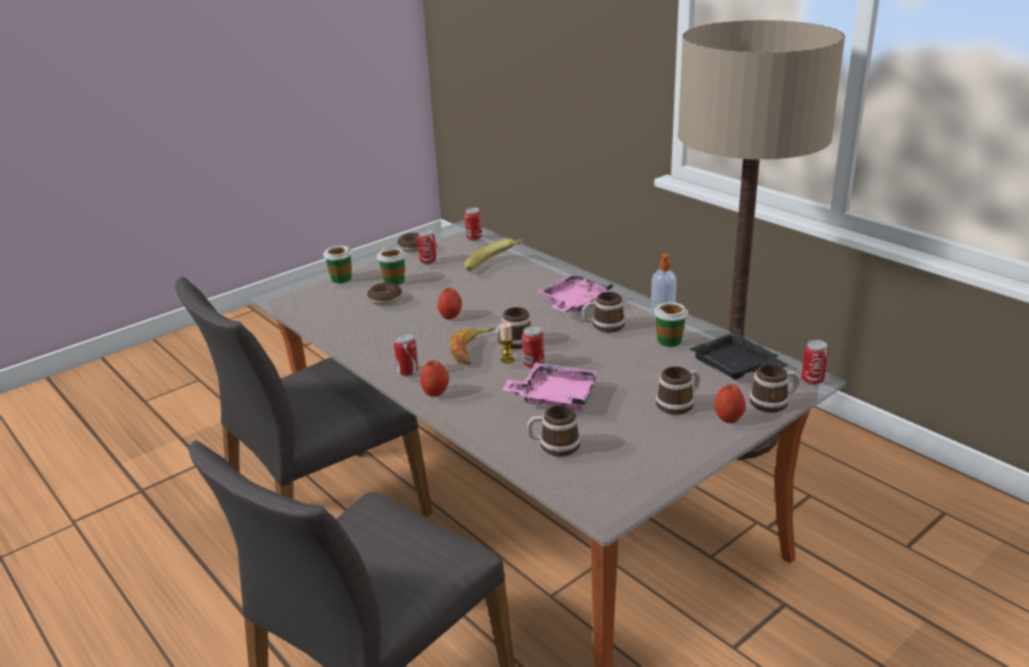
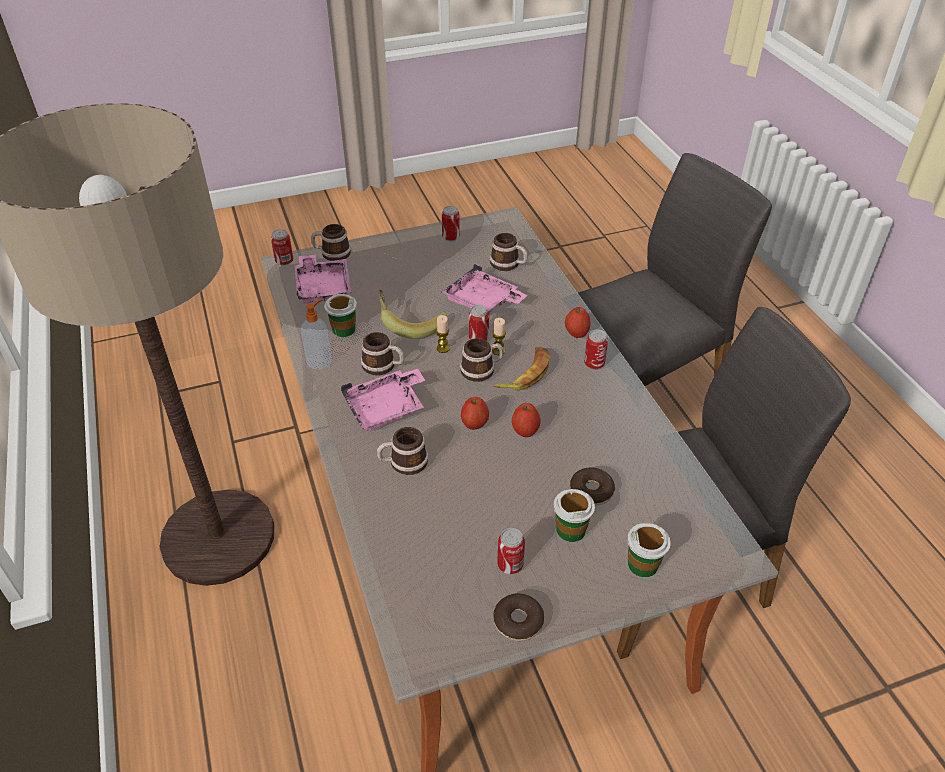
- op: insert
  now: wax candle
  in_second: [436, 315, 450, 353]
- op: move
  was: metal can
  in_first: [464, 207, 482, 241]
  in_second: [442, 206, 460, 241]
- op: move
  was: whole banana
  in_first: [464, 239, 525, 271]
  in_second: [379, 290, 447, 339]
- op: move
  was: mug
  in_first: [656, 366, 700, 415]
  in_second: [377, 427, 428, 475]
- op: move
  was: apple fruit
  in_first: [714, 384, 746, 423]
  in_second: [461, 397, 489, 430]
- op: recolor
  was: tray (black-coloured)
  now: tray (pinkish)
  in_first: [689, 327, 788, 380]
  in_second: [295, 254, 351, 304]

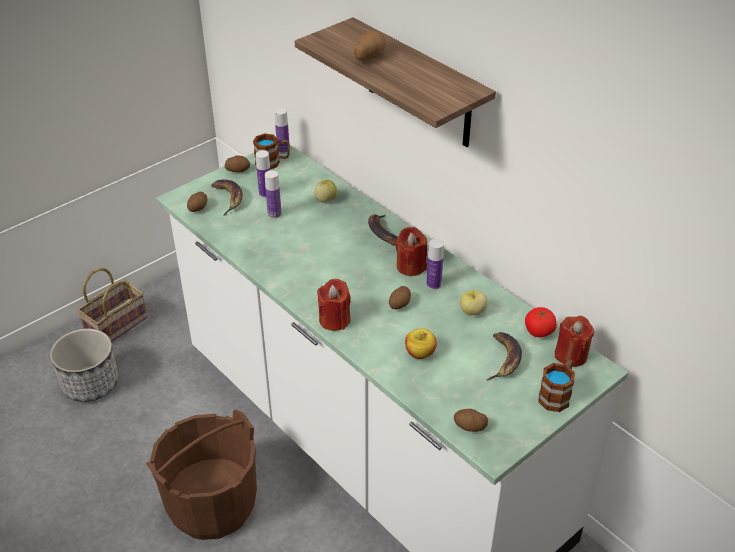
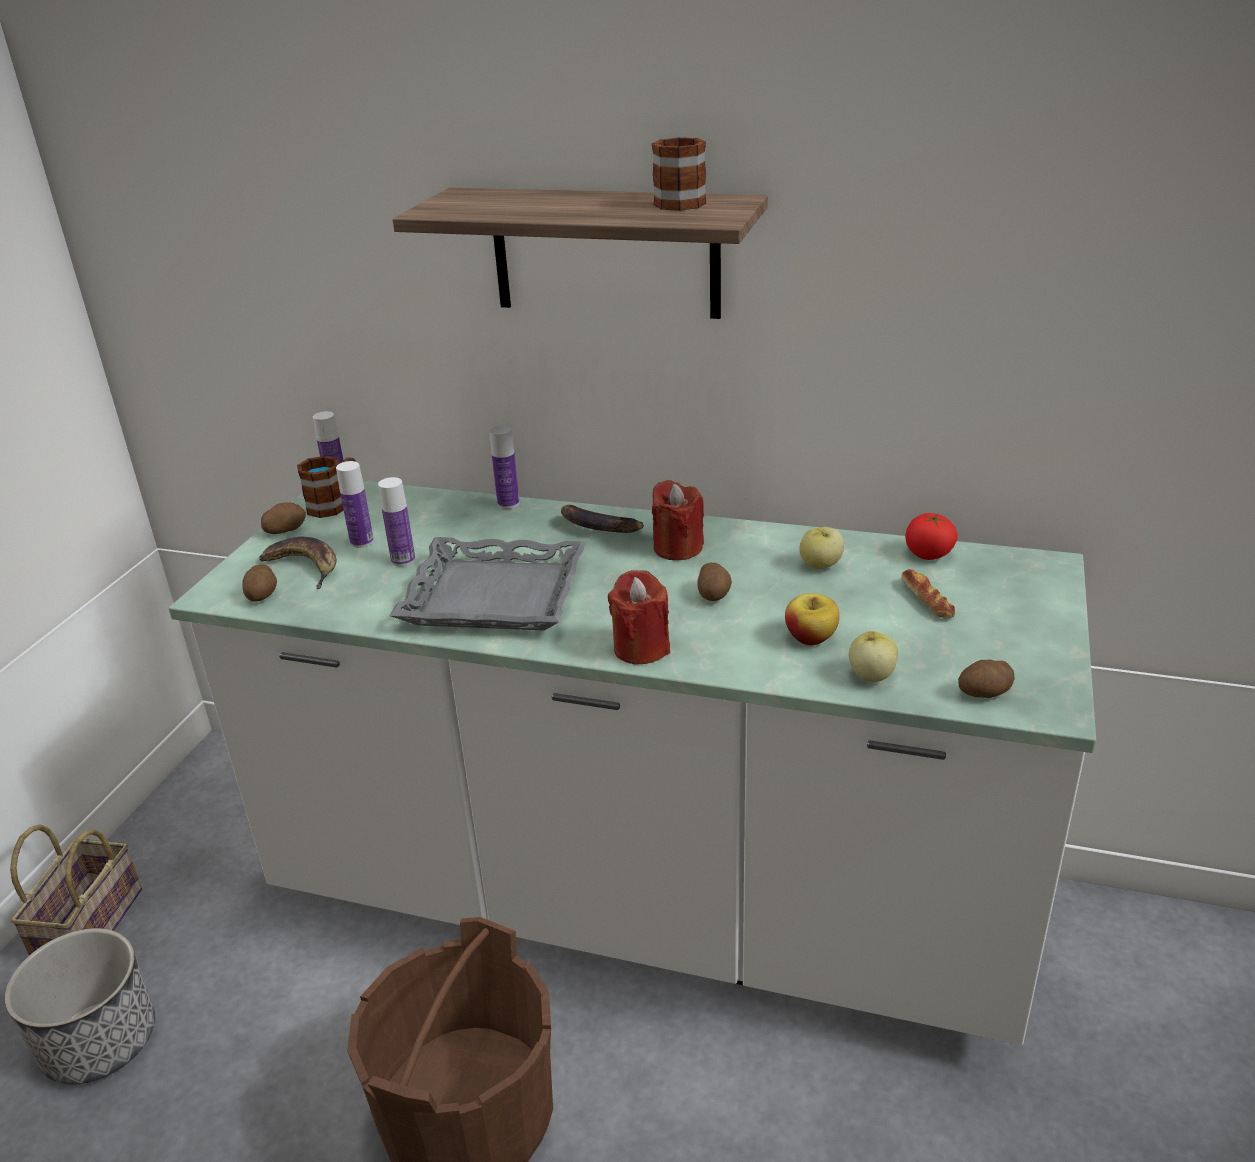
- op: delete
  was: whole potato
  in_first: [354, 31, 386, 61]
- op: delete
  was: wax candle (reddish)
  in_first: [555, 316, 594, 367]
- op: insert
  now: tray (gray)
  in_second: [389, 537, 586, 630]
- op: move
  was: apple fruit
  in_first: [314, 180, 337, 203]
  in_second: [849, 631, 898, 682]
- op: move
  was: beverage bottle
  in_first: [426, 239, 444, 290]
  in_second: [490, 425, 520, 509]
- op: move
  was: mug
  in_first: [538, 359, 575, 412]
  in_second: [652, 137, 706, 211]
- op: replace
  was: whole banana
  now: baked bread
  in_first: [486, 332, 522, 381]
  in_second: [901, 569, 955, 619]

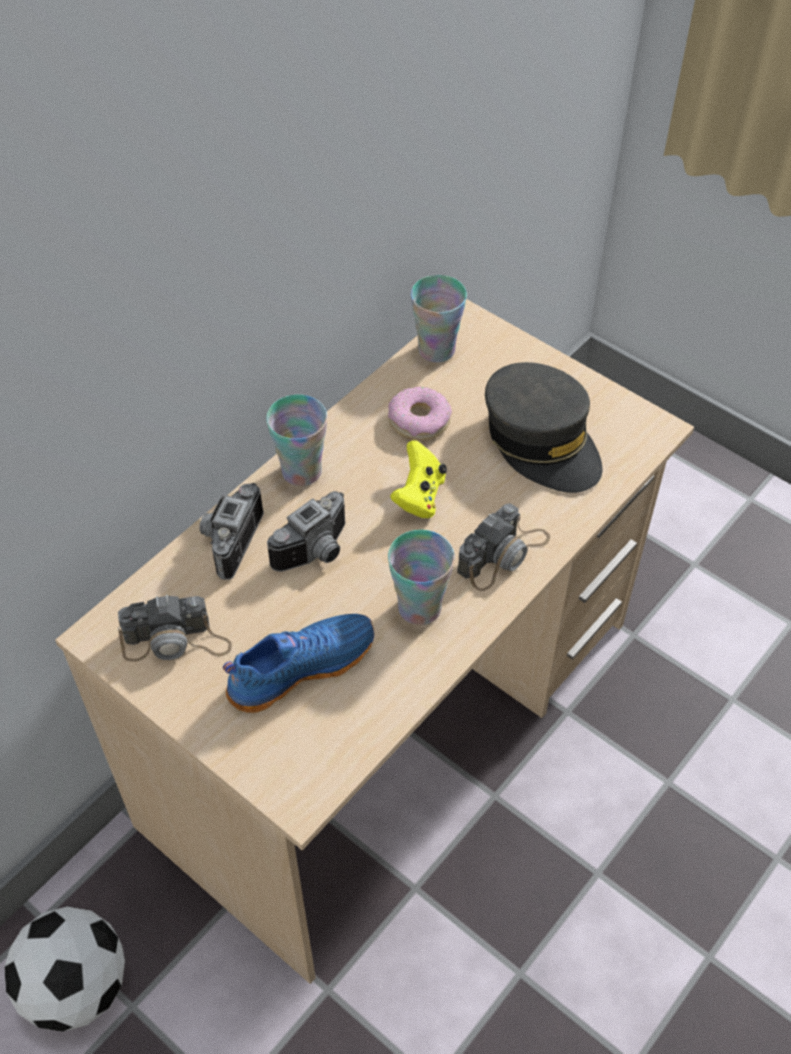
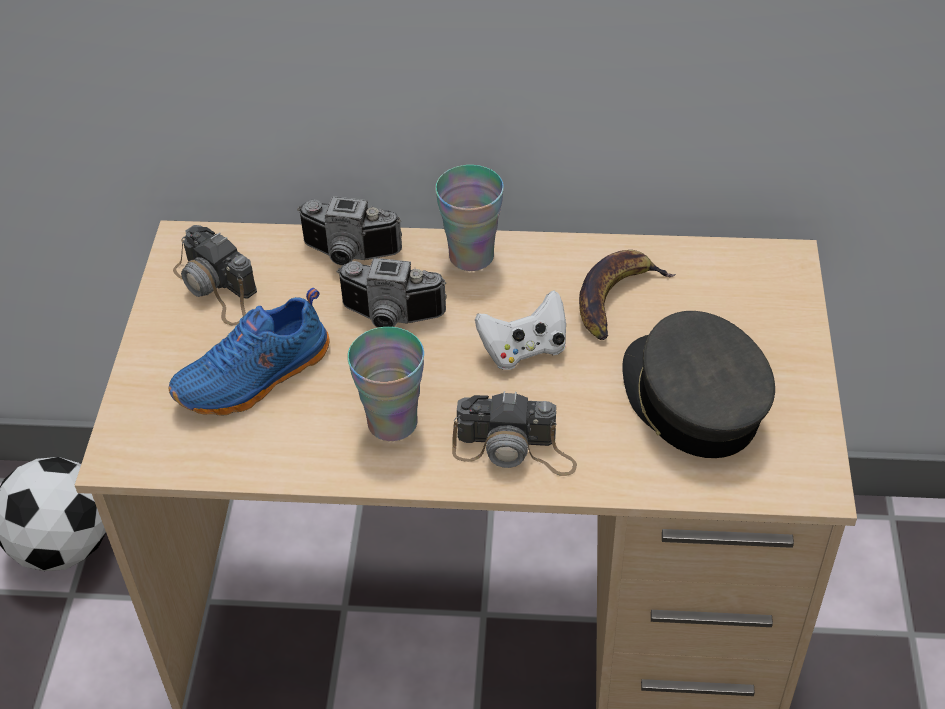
- op: delete
  was: cup
  in_first: [411, 275, 467, 363]
- op: replace
  was: donut
  now: whole banana
  in_first: [388, 387, 452, 441]
  in_second: [579, 250, 676, 340]
- op: recolor
  was: gamepad (yellow)
  now: gamepad (whitish)
  in_first: [390, 440, 447, 519]
  in_second: [475, 290, 566, 370]
- op: rotate
  was: photo camera
  in_first: [200, 483, 264, 580]
  in_second: [297, 196, 402, 266]
  clockwise: -150
- op: rotate
  was: low shoe (bluish)
  in_first: [223, 614, 374, 713]
  in_second: [169, 288, 330, 416]
  clockwise: 120
- op: rotate
  was: baseball cap (gray)
  in_first: [485, 362, 602, 493]
  in_second: [622, 311, 775, 458]
  clockwise: 135

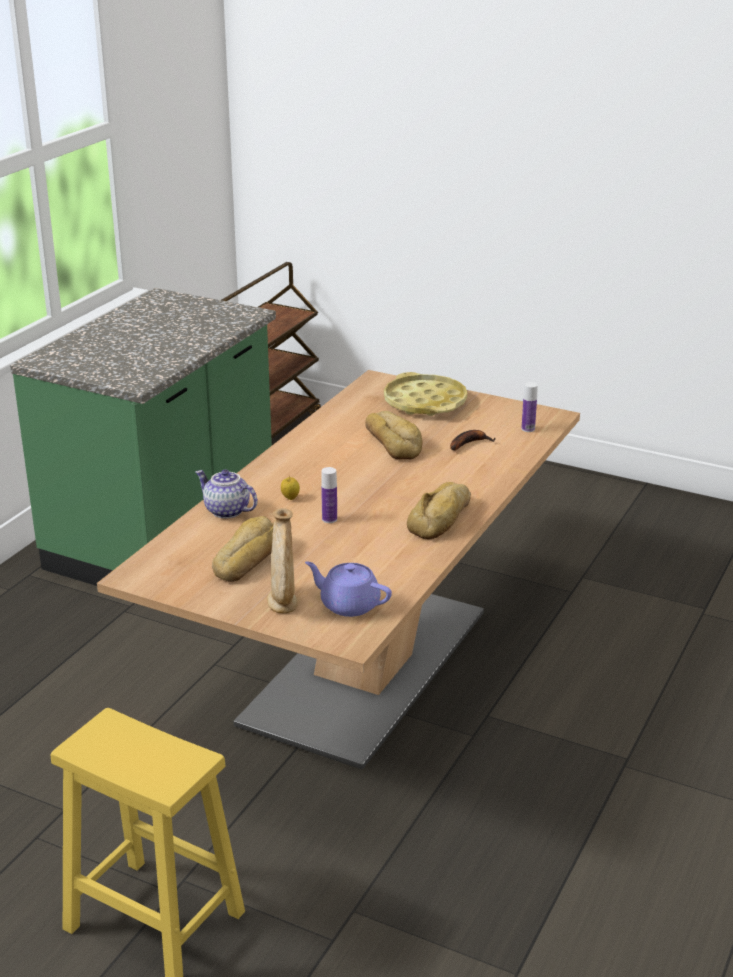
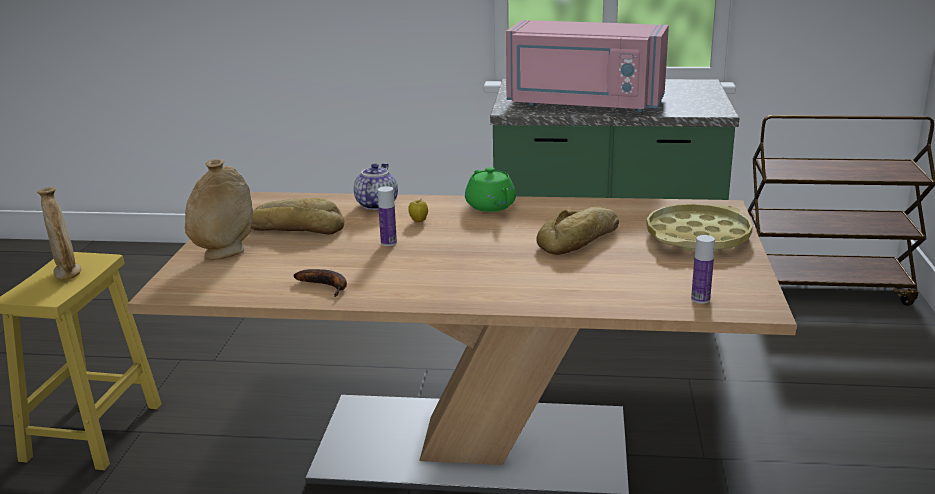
- op: delete
  was: pot for tea (purple)
  in_first: [305, 561, 392, 617]
- op: delete
  was: baked bread
  in_first: [407, 482, 471, 539]
- op: insert
  now: flower vase (beige-coloured)
  in_second: [37, 187, 81, 280]
- op: insert
  now: pot for tea (green)
  in_second: [465, 167, 516, 212]
- op: insert
  now: kitchen microwave (pinkish)
  in_second: [506, 20, 669, 112]
- op: move
  was: whole banana
  in_first: [450, 430, 496, 451]
  in_second: [294, 269, 347, 297]

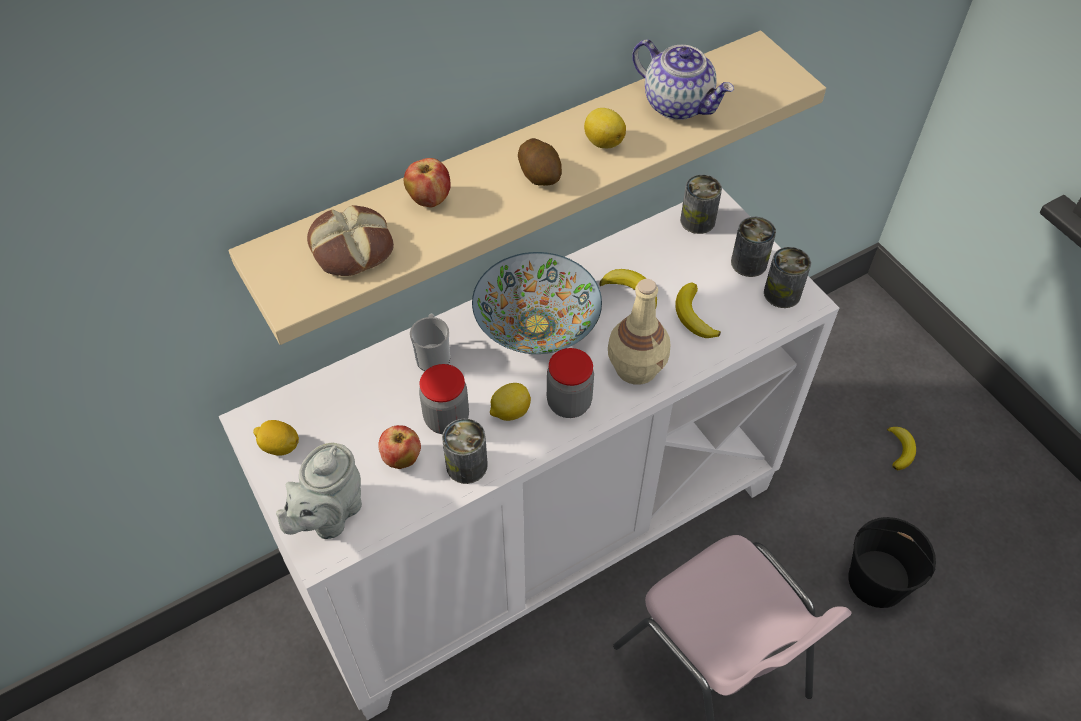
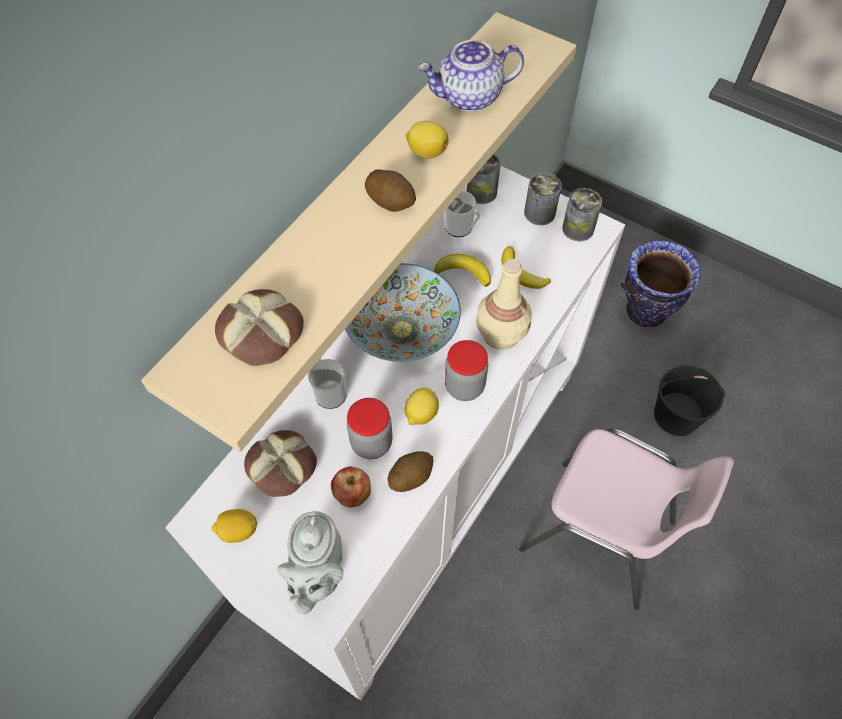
- op: delete
  was: apple fruit
  in_first: [404, 158, 451, 208]
- op: insert
  now: baked bread
  in_second: [244, 430, 317, 497]
- op: insert
  now: mug
  in_second: [445, 191, 480, 237]
- op: replace
  was: metal can
  now: whole potato
  in_first: [442, 419, 488, 484]
  in_second: [387, 451, 433, 492]
- op: replace
  was: whole banana
  now: flower vase
  in_first: [887, 427, 916, 470]
  in_second: [621, 240, 701, 328]
- op: rotate
  was: pot for tea
  in_first: [632, 39, 734, 120]
  in_second: [418, 40, 524, 112]
  clockwise: 150

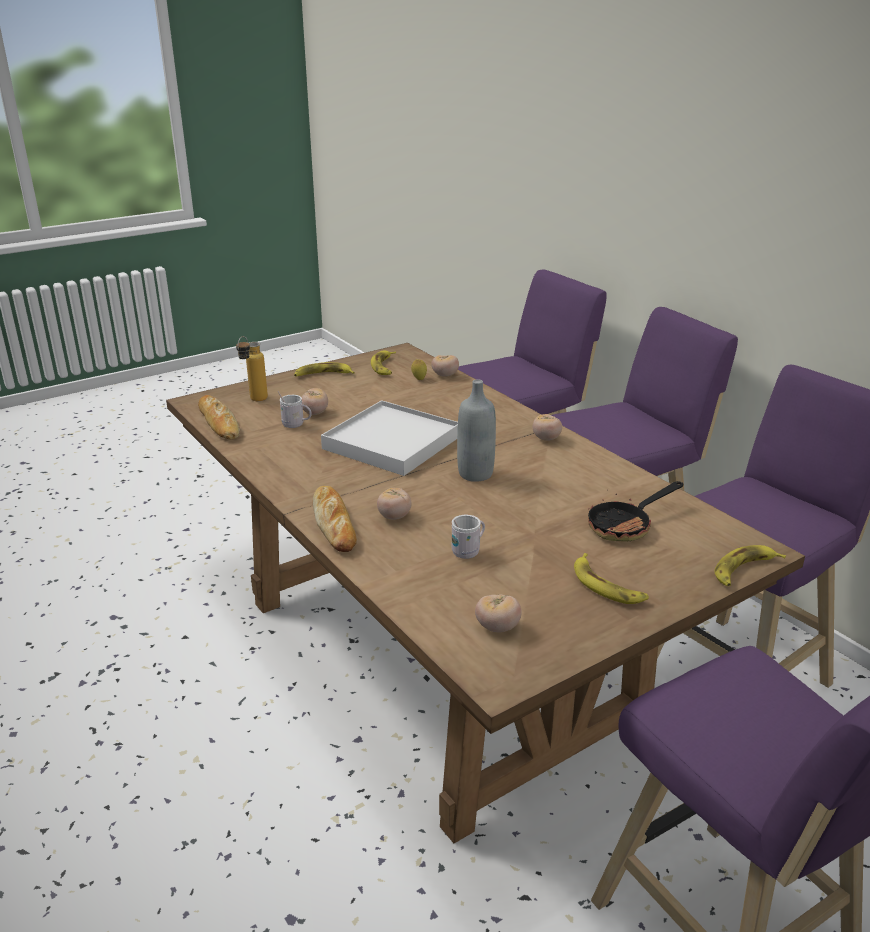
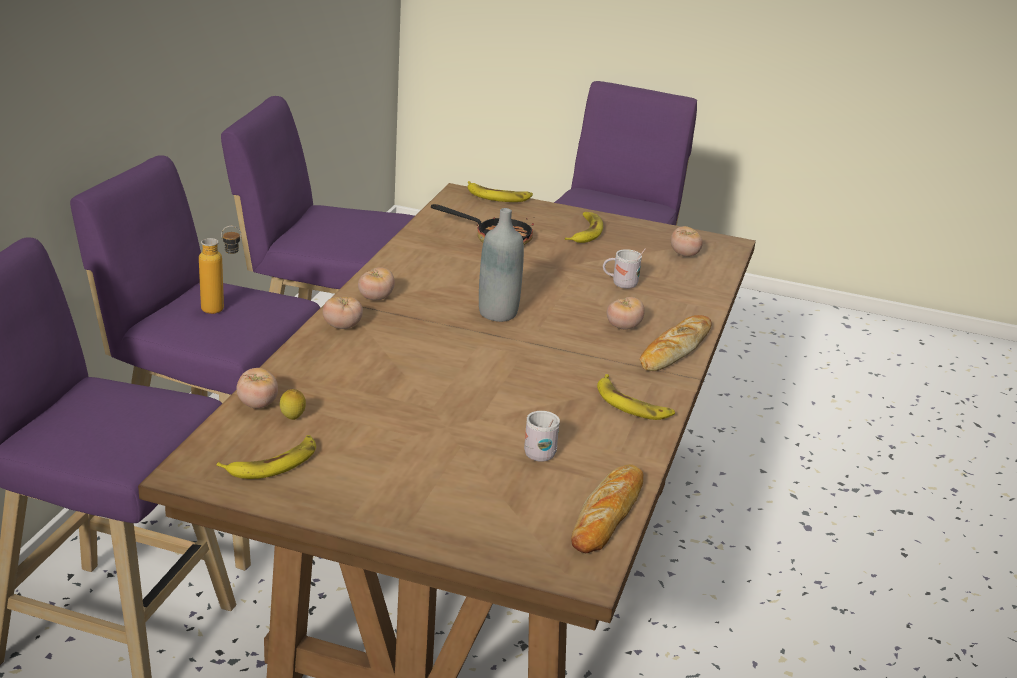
- op: delete
  was: tray (whitish)
  in_first: [321, 400, 458, 476]
- op: move
  was: beverage bottle
  in_first: [236, 336, 268, 401]
  in_second: [199, 226, 241, 314]
- op: move
  was: whole banana
  in_first: [294, 362, 355, 377]
  in_second: [597, 374, 675, 420]
- op: move
  was: tomato
  in_first: [302, 388, 328, 415]
  in_second: [323, 297, 363, 329]

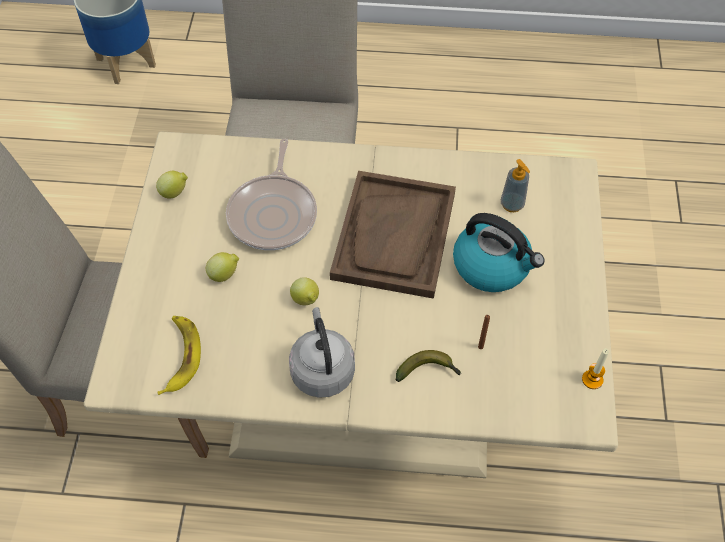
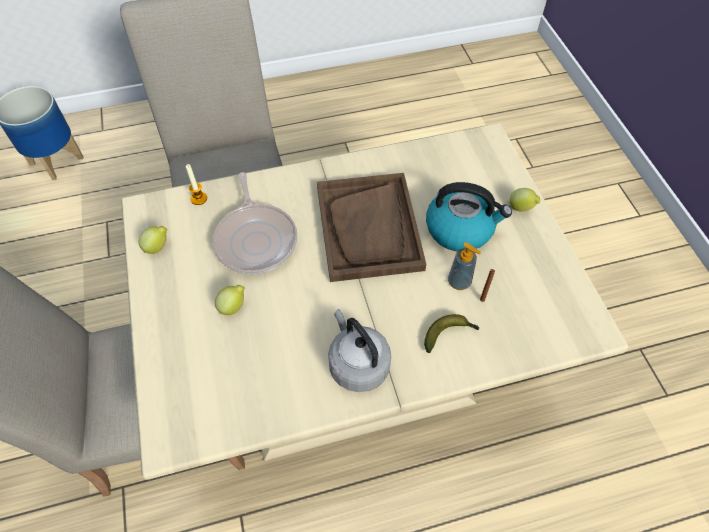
- op: delete
  was: whole banana
  in_first: [157, 316, 201, 395]
- op: move
  was: citrus fruit
  in_first: [290, 277, 319, 305]
  in_second: [510, 188, 540, 212]
- op: move
  was: soap dispenser
  in_first: [501, 159, 530, 212]
  in_second: [448, 242, 481, 290]
- op: move
  was: wax candle
  in_first: [582, 348, 609, 389]
  in_second: [186, 164, 207, 205]

